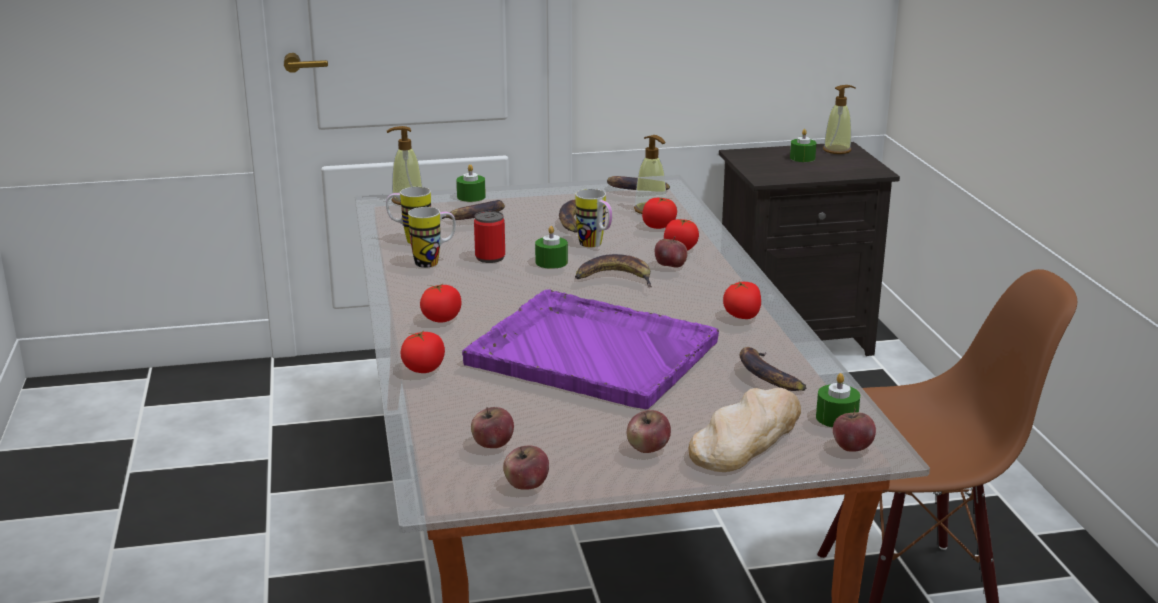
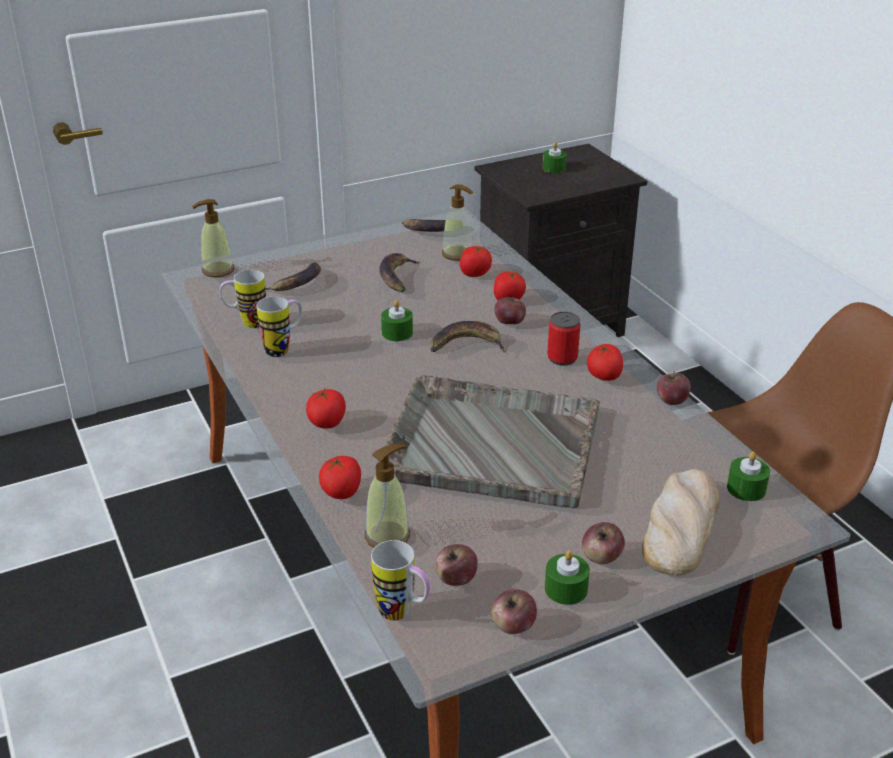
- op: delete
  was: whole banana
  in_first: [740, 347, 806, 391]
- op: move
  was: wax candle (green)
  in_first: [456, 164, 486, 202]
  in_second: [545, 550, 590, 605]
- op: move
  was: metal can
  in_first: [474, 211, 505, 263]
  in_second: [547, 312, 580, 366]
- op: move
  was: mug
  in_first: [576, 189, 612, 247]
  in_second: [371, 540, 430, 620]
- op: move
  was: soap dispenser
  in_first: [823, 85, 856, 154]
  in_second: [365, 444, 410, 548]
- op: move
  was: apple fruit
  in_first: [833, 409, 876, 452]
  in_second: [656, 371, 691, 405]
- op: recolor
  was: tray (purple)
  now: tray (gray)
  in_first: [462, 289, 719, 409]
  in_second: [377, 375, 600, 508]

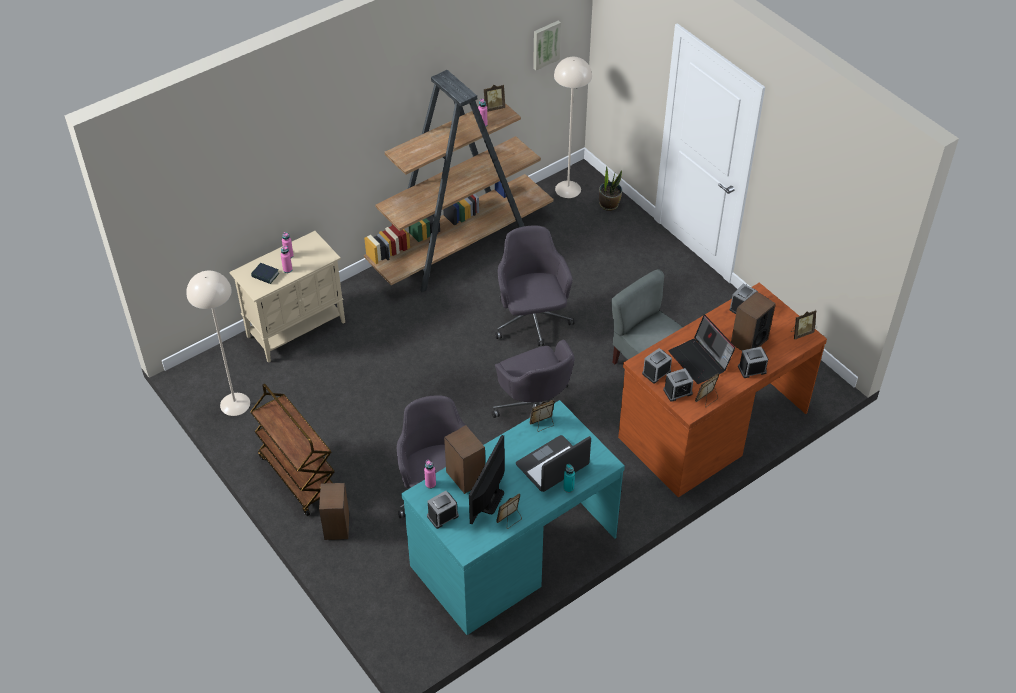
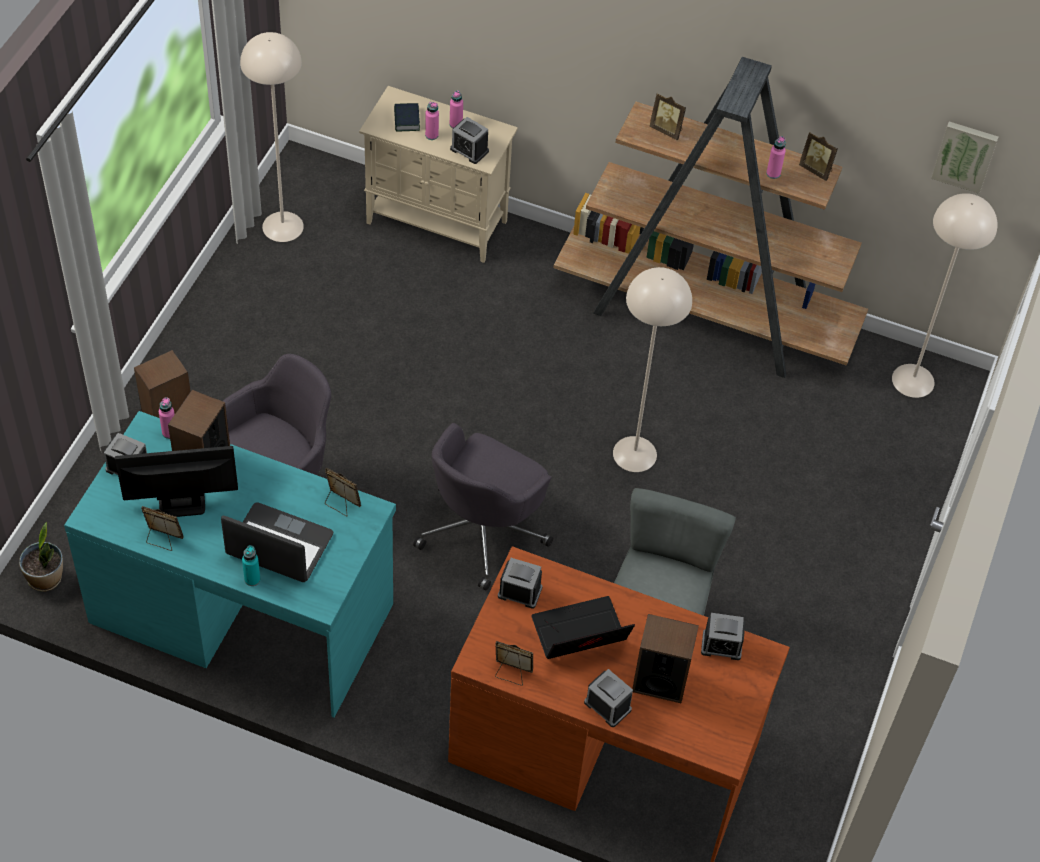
- op: delete
  was: cart (brownish)
  in_first: [250, 383, 335, 516]
- op: move
  was: plant in a pot
  in_first: [599, 167, 622, 211]
  in_second: [19, 522, 63, 591]
- op: move
  was: table clock
  in_first: [663, 368, 693, 402]
  in_second: [450, 117, 489, 164]
- op: move
  was: photo frame
  in_first: [791, 310, 817, 340]
  in_second: [649, 93, 686, 140]
- op: replace
  was: desk chair (gray)
  now: standing lamp (beige-coloured)
  in_first: [495, 225, 574, 346]
  in_second: [613, 267, 692, 472]
- op: rotate
  was: laptop
  in_first: [669, 315, 735, 384]
  in_second: [531, 596, 635, 659]
  clockwise: 45

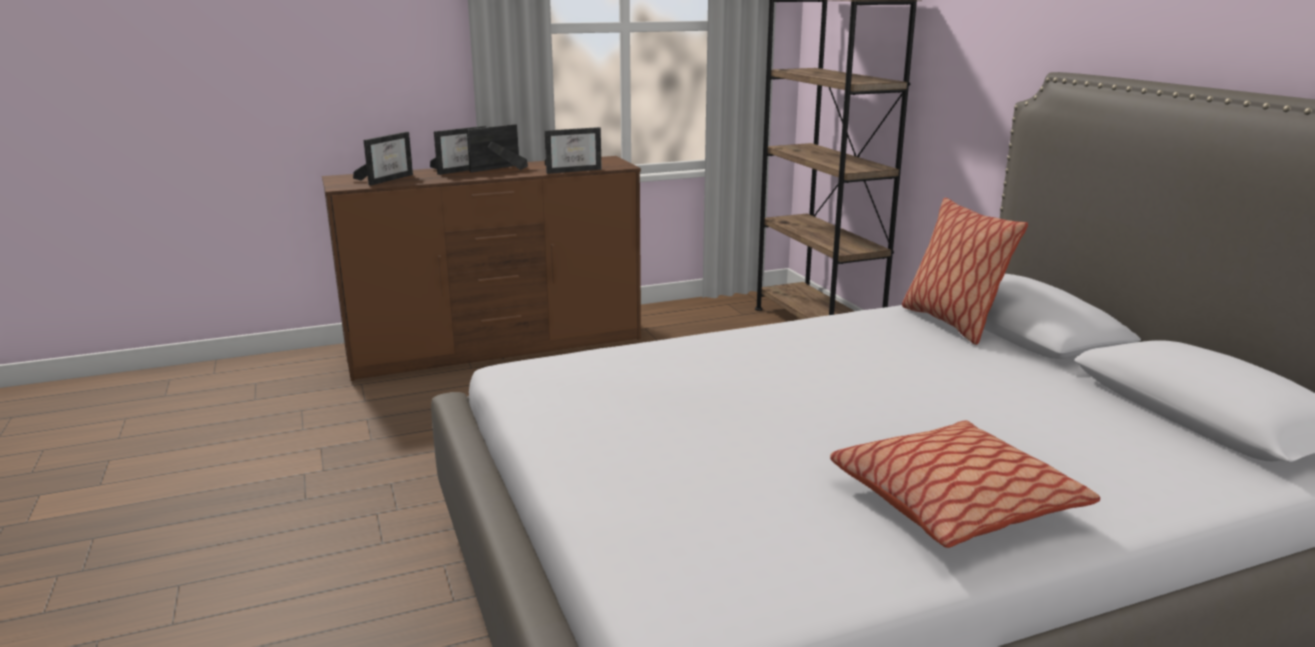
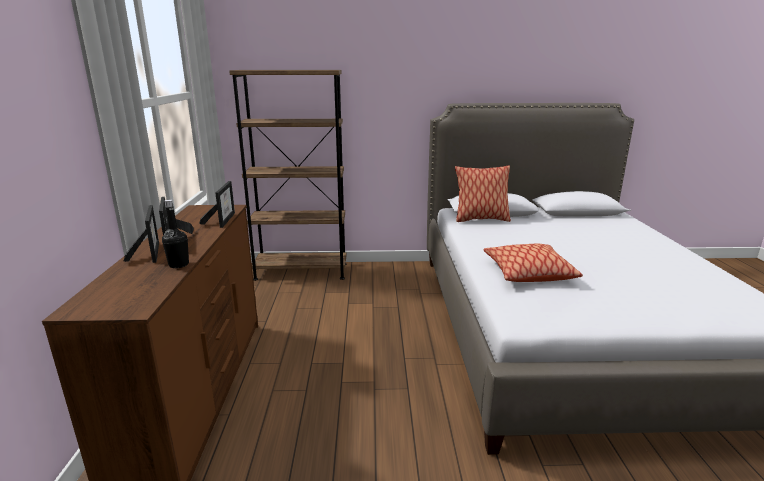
- op: delete
  was: photo frame
  in_first: [353, 132, 413, 185]
- op: insert
  now: beverage bottle (black-coloured)
  in_second: [162, 200, 189, 268]
- op: move
  was: pillow
  in_first: [830, 420, 1100, 548]
  in_second: [483, 244, 583, 282]

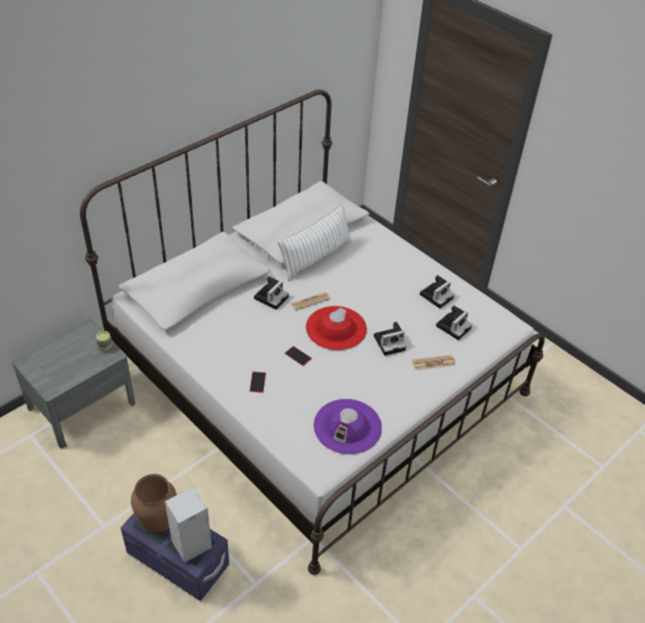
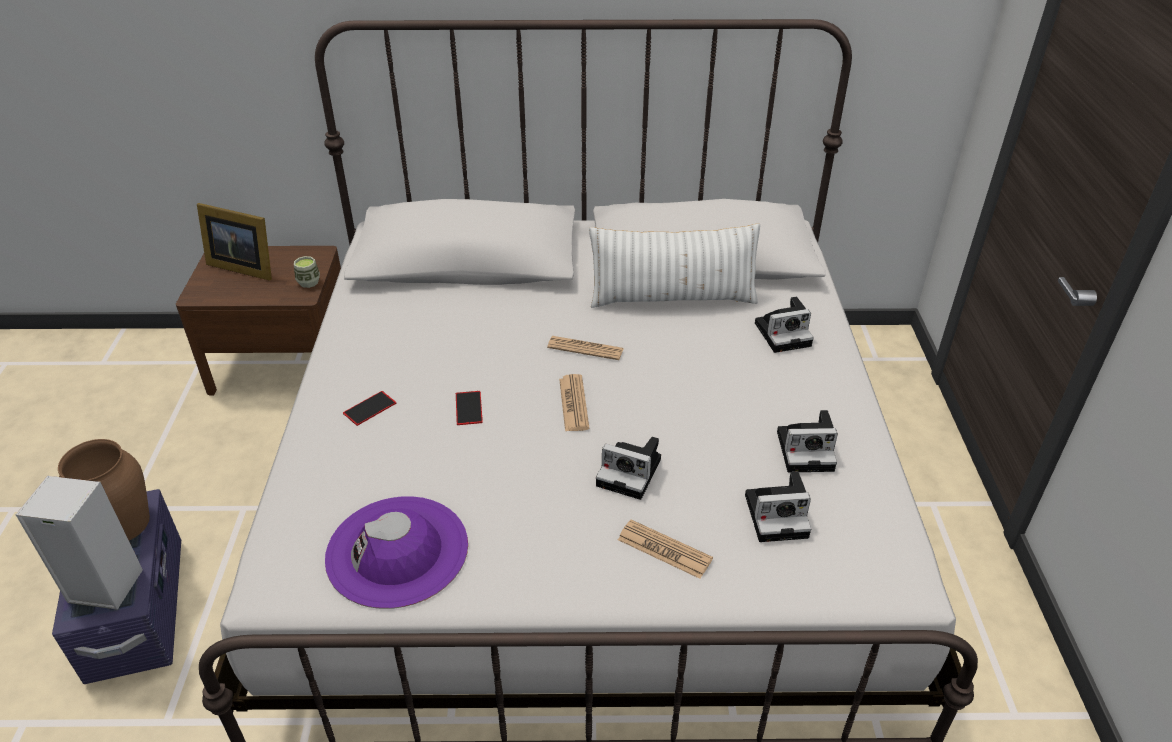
- op: insert
  now: photo frame
  in_second: [197, 203, 272, 281]
- op: move
  was: photo camera
  in_first: [254, 277, 289, 309]
  in_second: [755, 297, 814, 353]
- op: replace
  was: clothing hat (reddish)
  now: newspaper
  in_first: [306, 306, 367, 350]
  in_second: [559, 374, 590, 431]
- op: recolor
  was: bedside table (gray)
  now: bedside table (brownish)
  in_first: [11, 319, 135, 448]
  in_second: [176, 246, 341, 395]

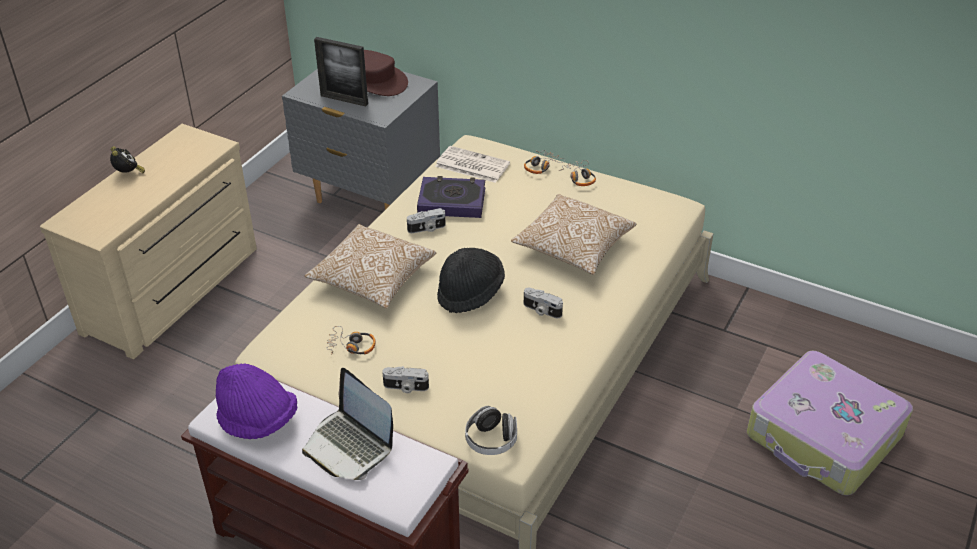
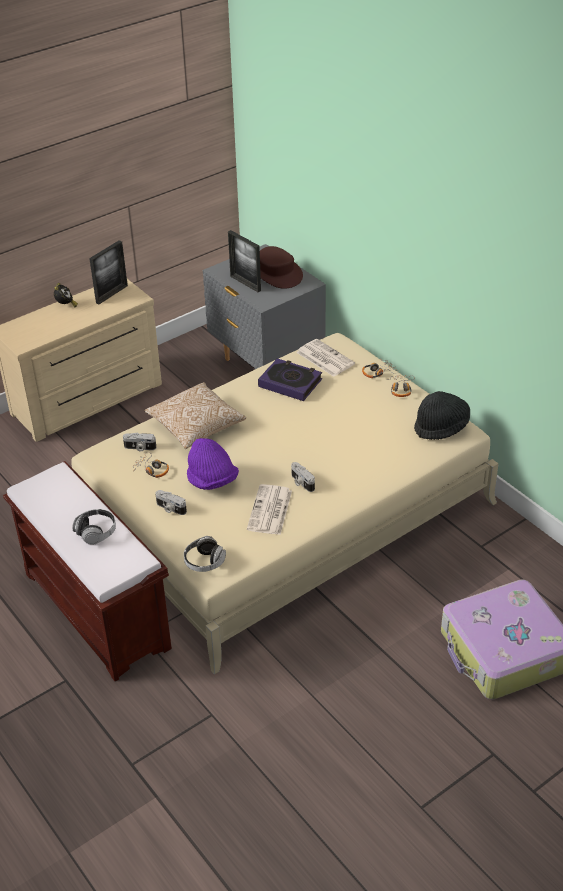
- op: delete
  was: pillow
  in_first: [511, 194, 636, 275]
- op: insert
  now: photo frame
  in_second: [89, 240, 128, 304]
- op: insert
  now: newspaper
  in_second: [247, 484, 292, 535]
- op: move
  was: clothing hat (purple)
  in_first: [216, 363, 297, 439]
  in_second: [187, 438, 239, 490]
- op: move
  was: photo camera
  in_first: [407, 208, 446, 233]
  in_second: [123, 433, 157, 452]
- op: move
  was: clothing hat (black-coloured)
  in_first: [437, 248, 505, 313]
  in_second: [414, 391, 470, 440]
- op: replace
  was: laptop
  now: headset
  in_first: [302, 368, 393, 480]
  in_second: [72, 509, 116, 545]

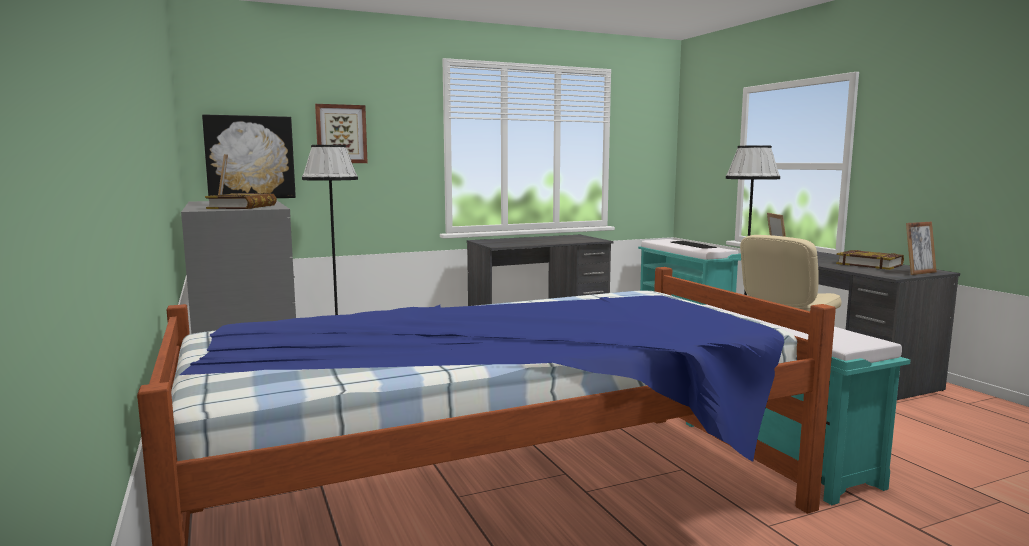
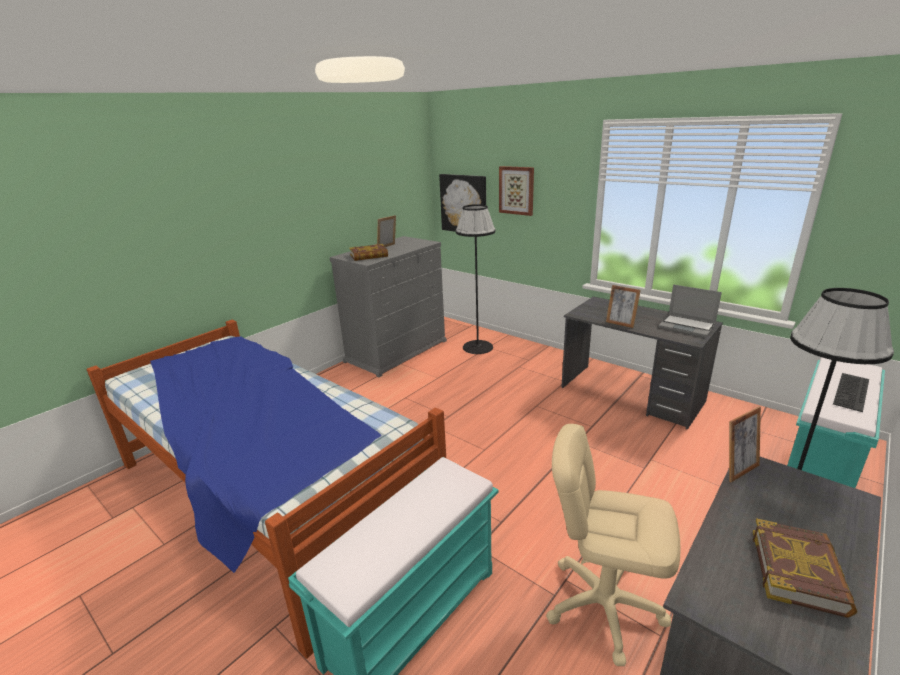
- op: insert
  now: laptop
  in_second: [659, 284, 722, 337]
- op: move
  was: photo frame
  in_first: [906, 221, 937, 275]
  in_second: [606, 285, 641, 328]

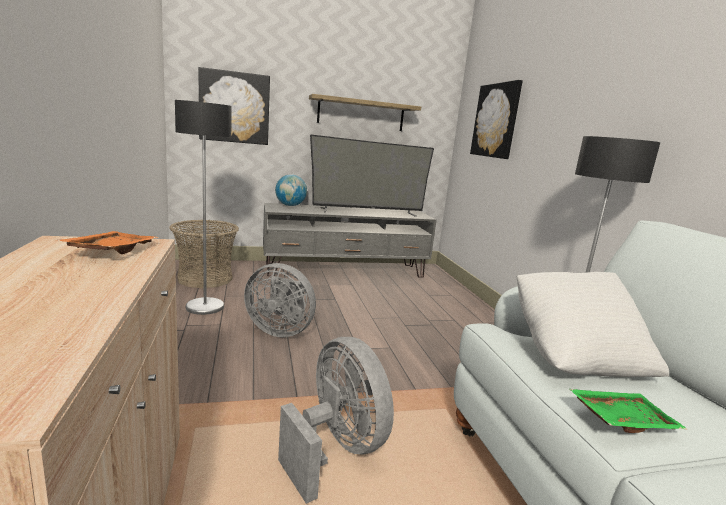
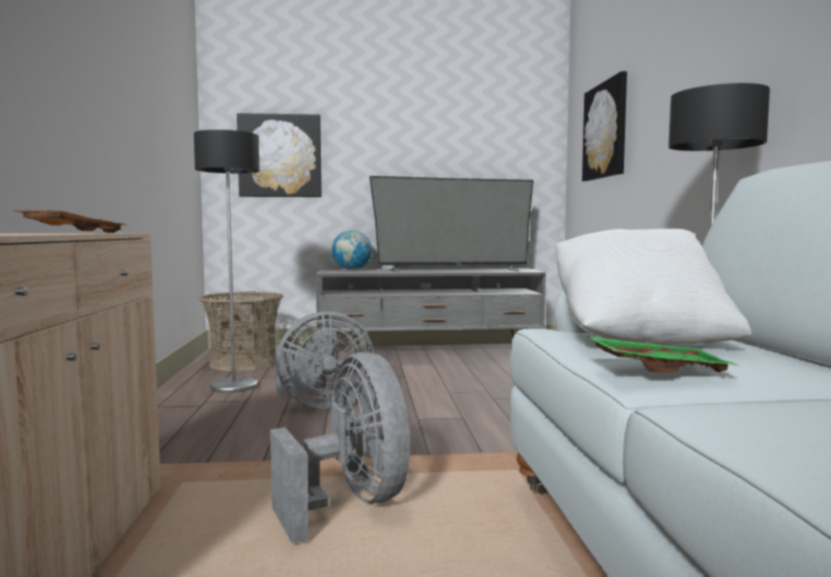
- op: delete
  was: wall shelf
  in_first: [309, 94, 421, 131]
- op: rotate
  was: fan (gray)
  in_first: [244, 263, 316, 337]
  in_second: [275, 311, 374, 408]
  clockwise: -45

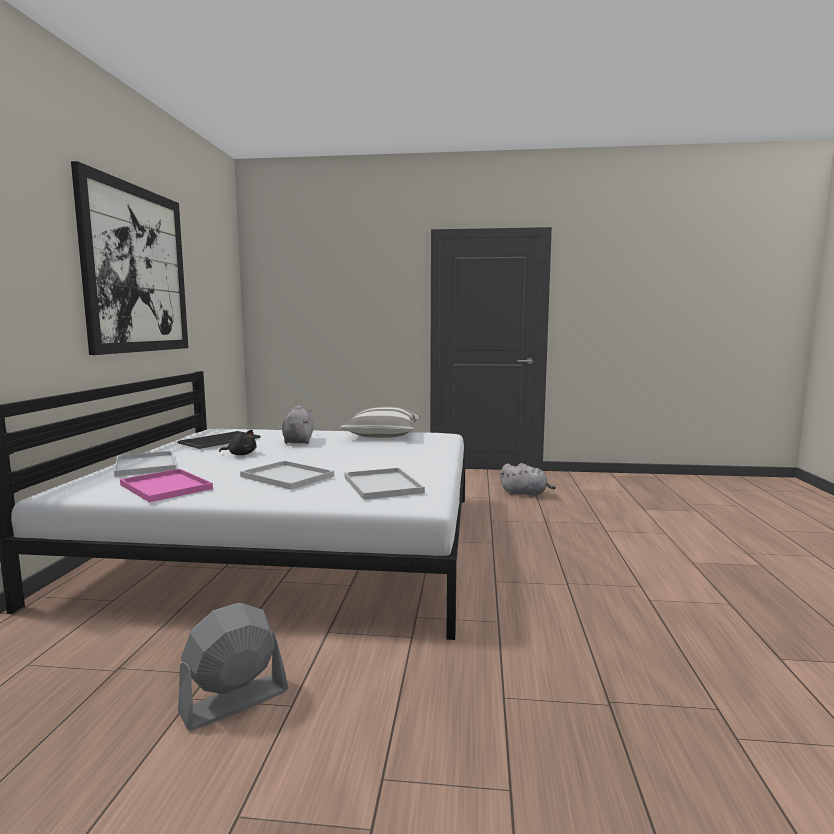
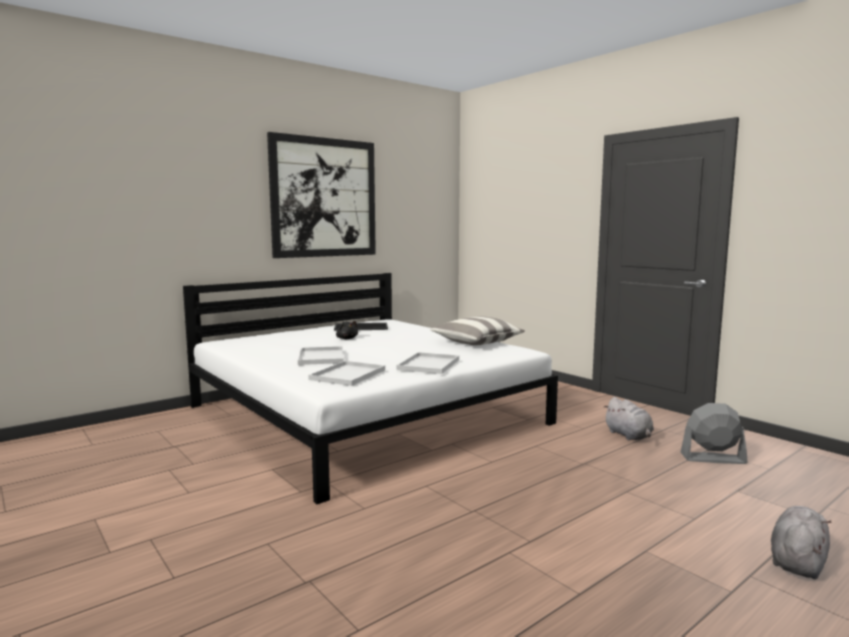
- op: delete
  was: tray (pinkish)
  in_first: [120, 469, 213, 502]
- op: move
  was: tray (whitish)
  in_first: [114, 451, 176, 477]
  in_second: [397, 352, 459, 374]
- op: move
  was: fan (gray)
  in_first: [178, 603, 288, 731]
  in_second: [681, 403, 748, 464]
- op: move
  was: soft toy (gray)
  in_first: [282, 405, 314, 444]
  in_second: [771, 506, 832, 579]

